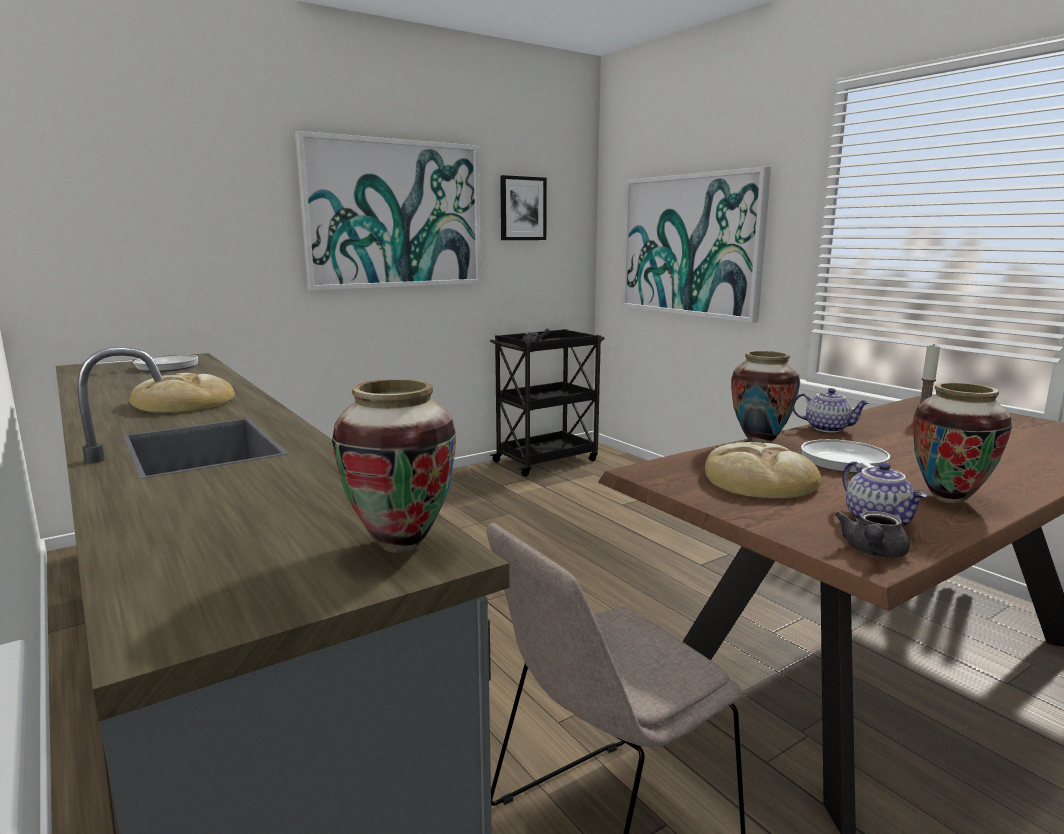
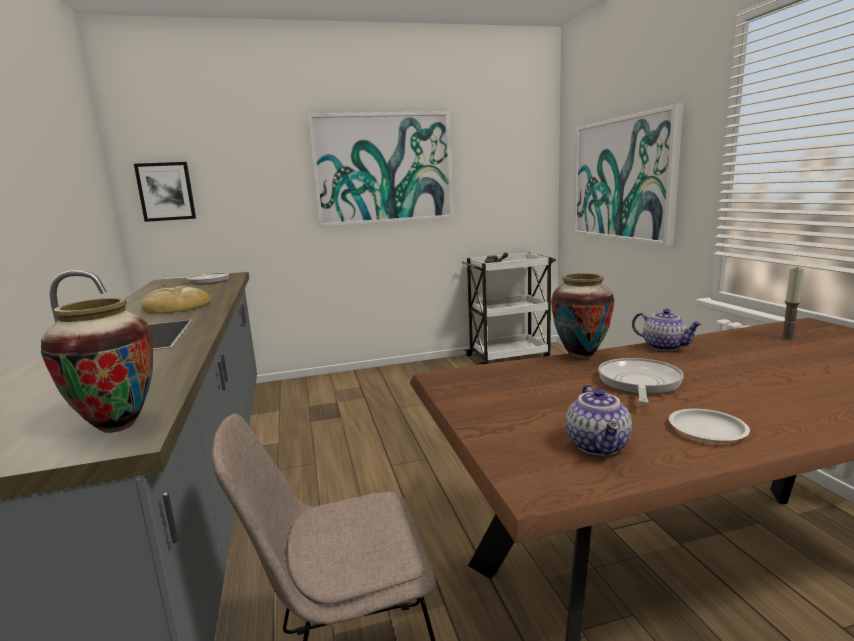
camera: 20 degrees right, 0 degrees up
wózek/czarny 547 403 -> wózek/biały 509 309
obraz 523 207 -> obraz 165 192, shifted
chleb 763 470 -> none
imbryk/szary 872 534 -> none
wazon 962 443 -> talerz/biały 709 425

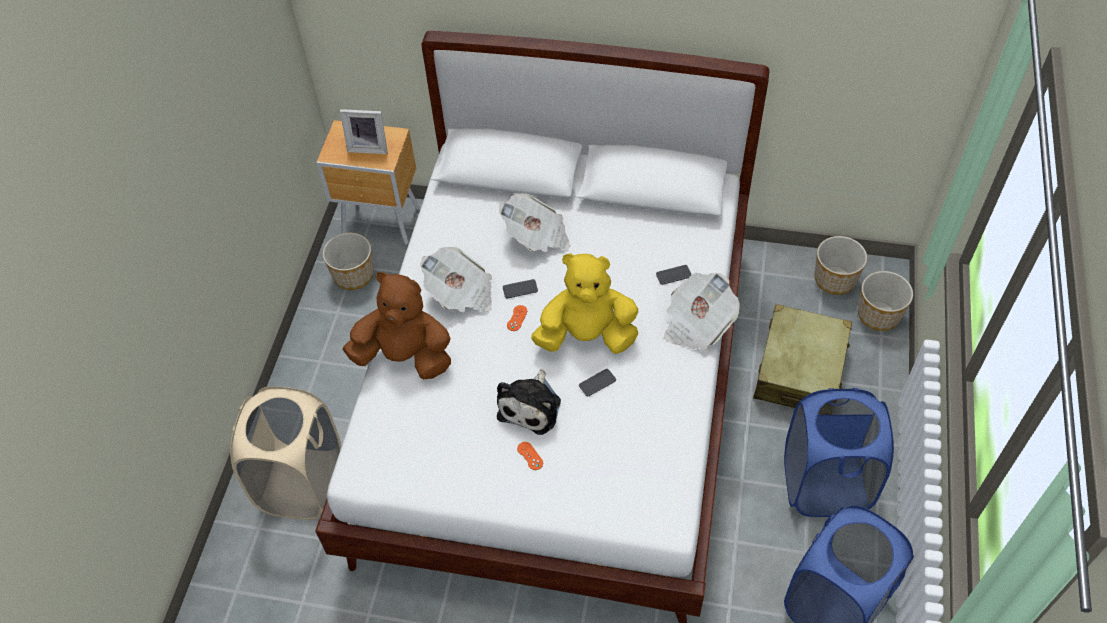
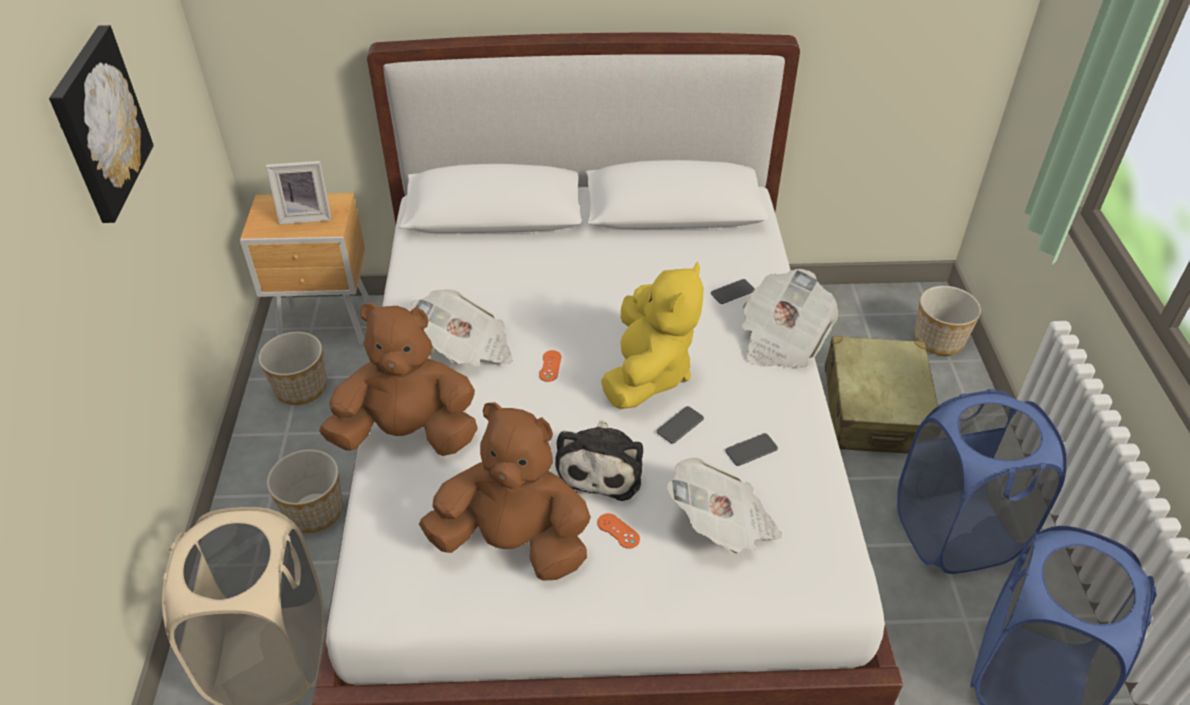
camera: 15 degrees left, 10 degrees down
gazeta 534 222 -> gazeta 724 505, shifted
telefon 520 288 -> telefon 751 449, shifted
pluszak/żółty 584 303 -> pluszak/żółty 652 335, 120 degrees clockwise
donica 840 265 -> donica 305 491, shifted
none -> obraz 101 124
none -> pluszak/brązowy 505 491

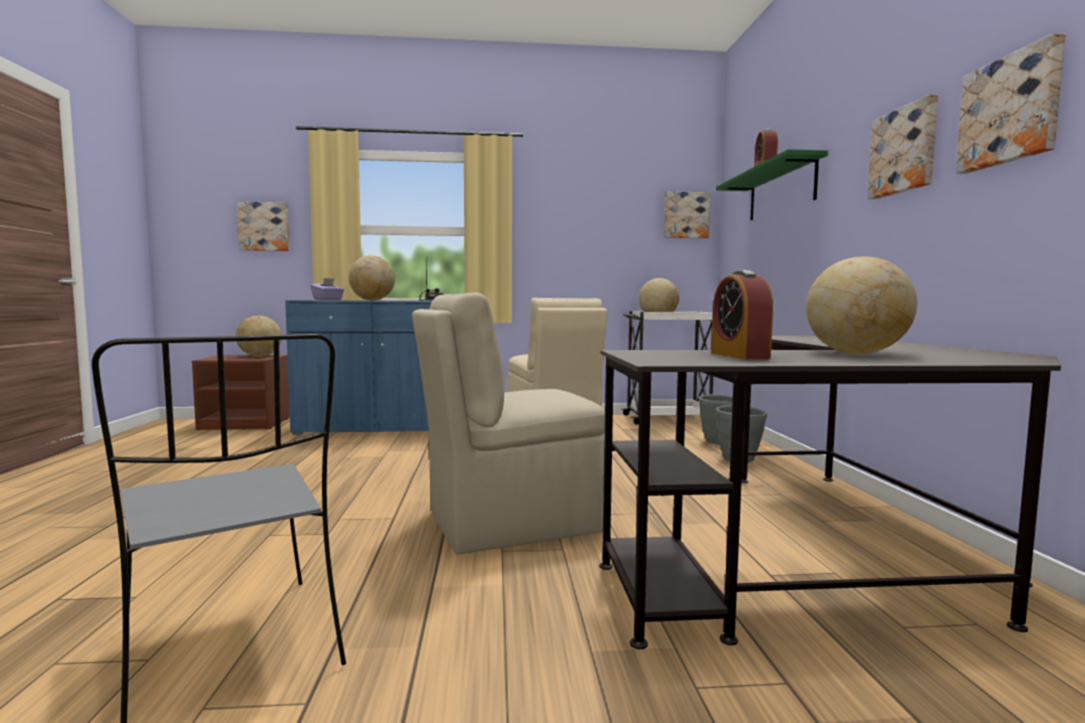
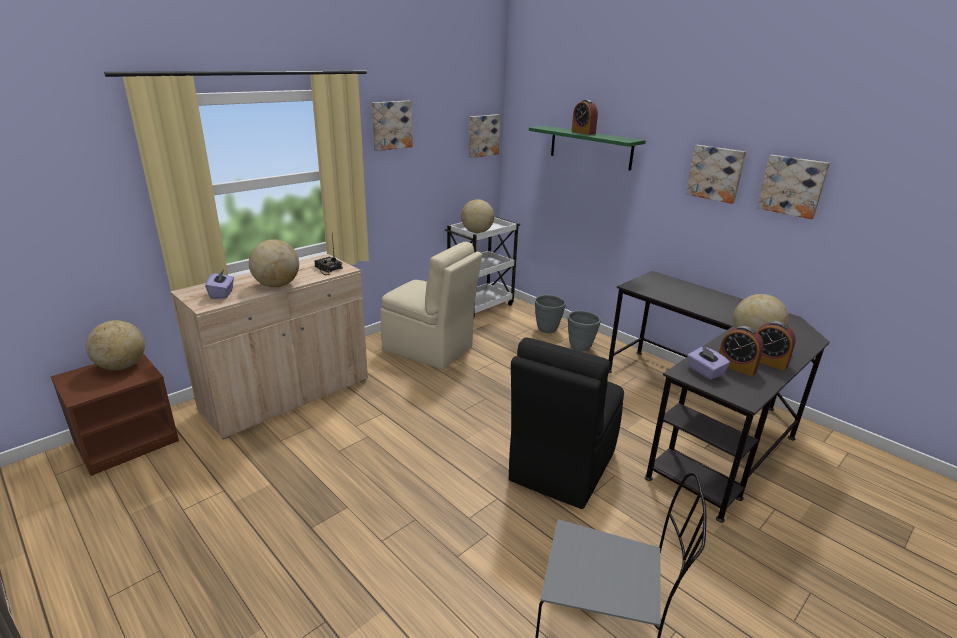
camera: 40 degrees left, 20 degrees up
obraz 263 226 -> obraz 392 126, shifted
szafka/niebieski 358 367 -> szafka/beżowy 269 346
krzesło/beżowy 508 423 -> krzesło/czarny 566 423
none -> pudełko chusteczek/fioletowy 709 363
none -> budzik 776 346

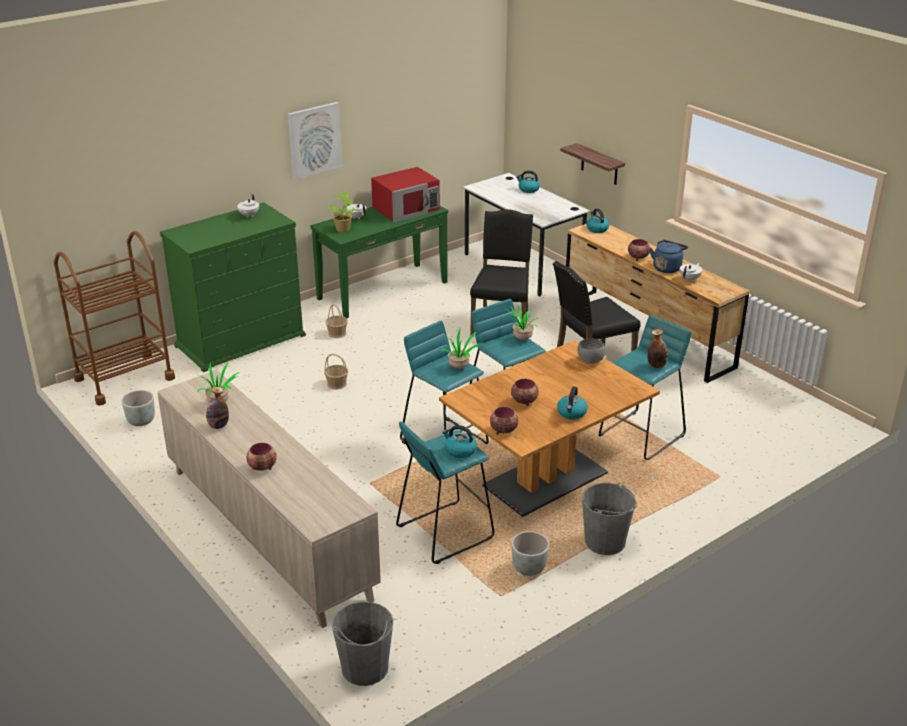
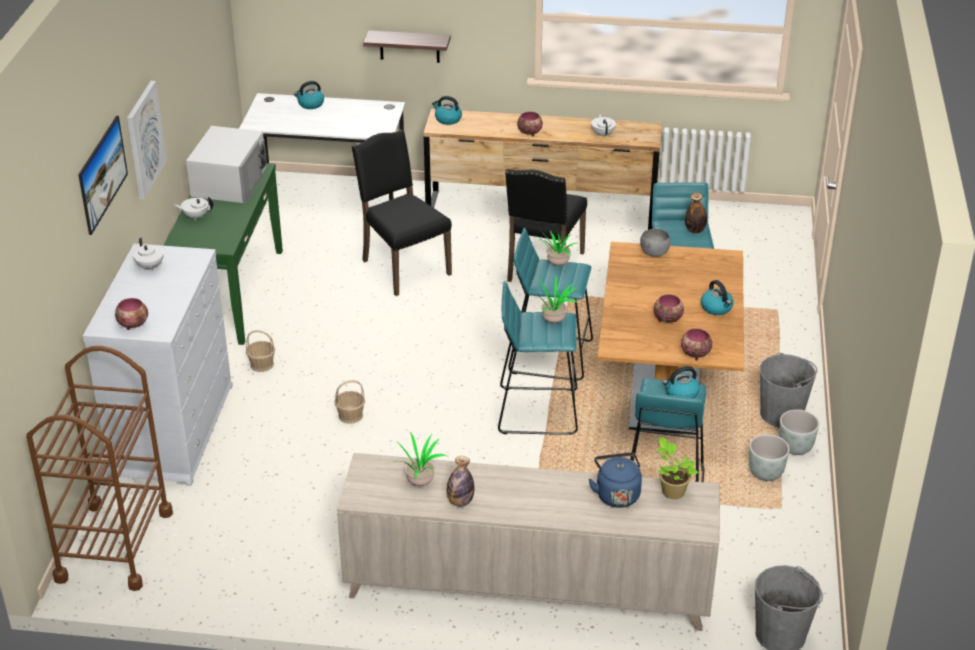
camera: 45 degrees left, 5 degrees up
donica/szary 138 408 -> donica/szary 799 432, shifted
komoda/zielony 233 287 -> komoda/biały 158 365
miska 262 457 -> miska 131 314, shifted
roślina doniczkowa 341 212 -> roślina doniczkowa 677 468, shifted
mikrofalówka/czerwony 405 194 -> mikrofalówka/biały 226 164
czajnik/niebieski 669 256 -> czajnik/niebieski 615 480, shifted
none -> obraz 103 175

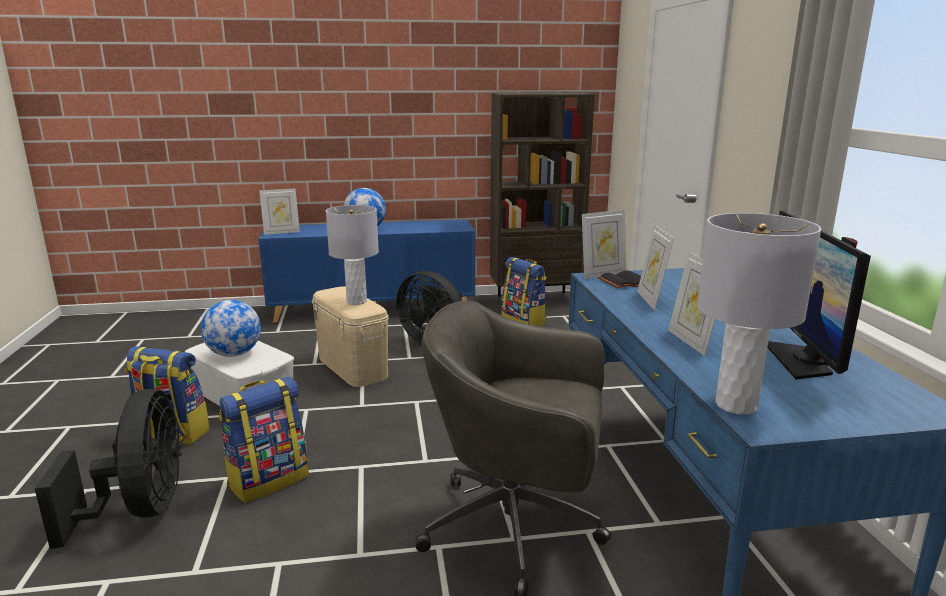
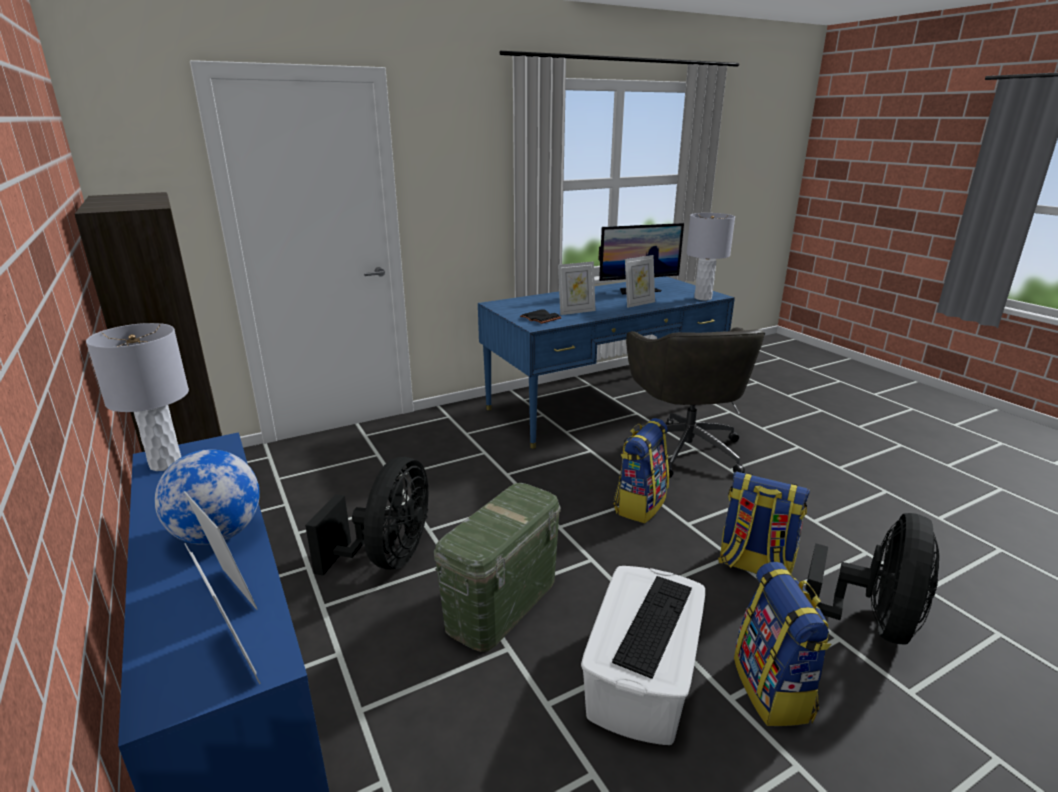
camera: 110 degrees left, 5 degrees up
wentylator/czarny 108 469 -> wentylator/czarny 872 579, 150 degrees clockwise
globus 231 328 -> klawiatura 652 627
pojemnik do przechowywania/beżowy 350 336 -> pojemnik do przechowywania/zielony 497 567
lampa stołowa/szary 352 255 -> lampa stołowa/szary 137 397, shifted
plecak 524 292 -> plecak 641 470, shifted
ramka na zdjęcie 604 244 -> ramka na zdjęcie 221 550, shifted

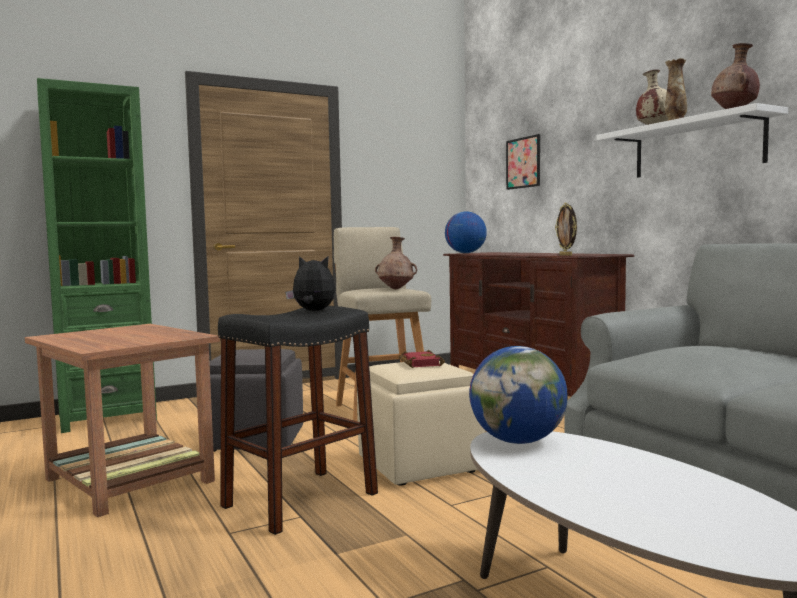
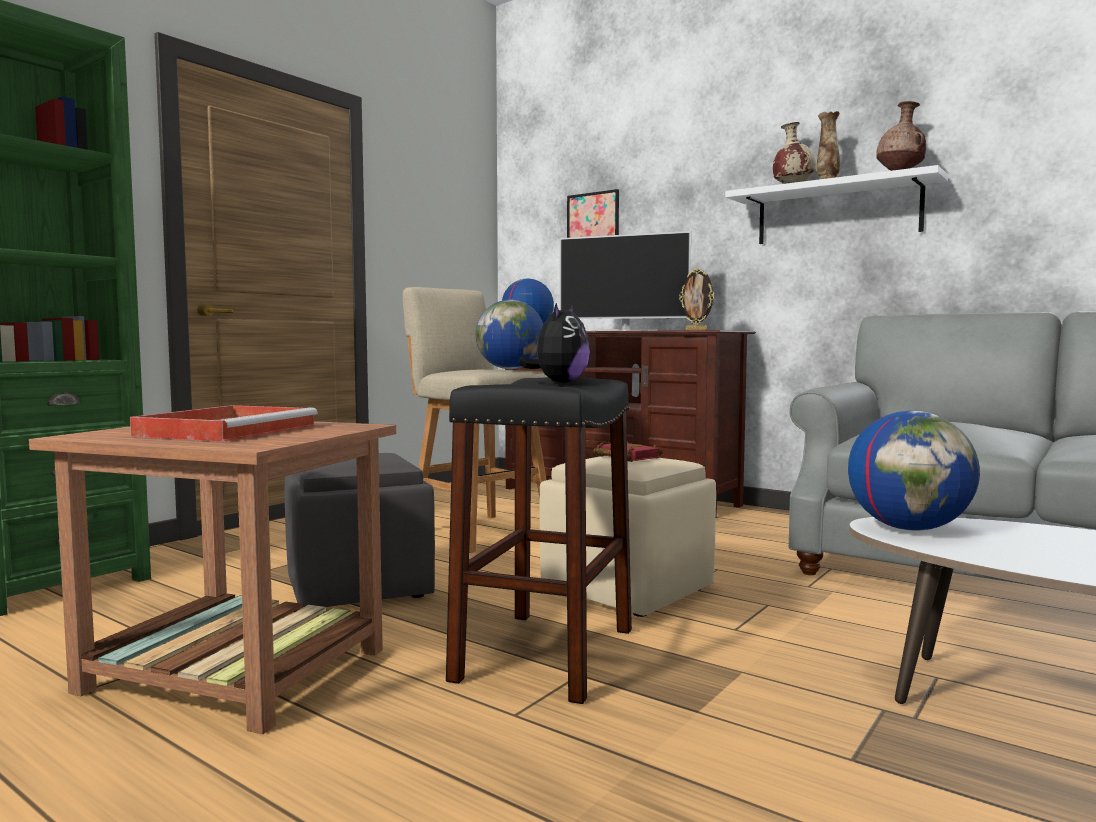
camera: 25 degrees left, 0 degrees up
pluszak 310 283 -> pluszak 554 343, 120 degrees clockwise
wazon/brązowy 396 263 -> globus 509 334
none -> taca/czerwony 223 423
none -> telewizor 625 281

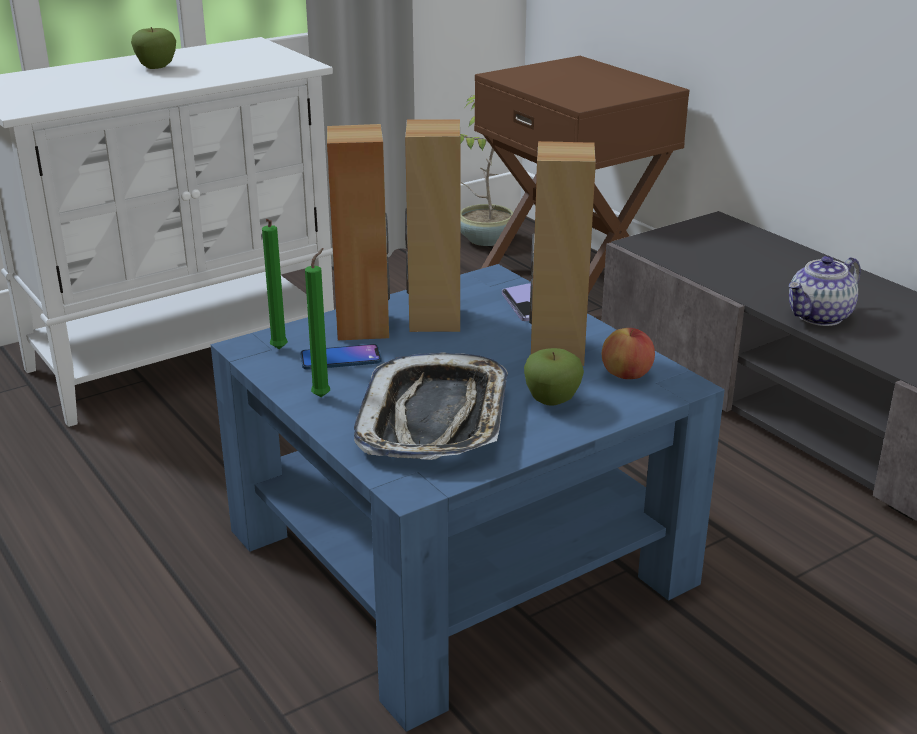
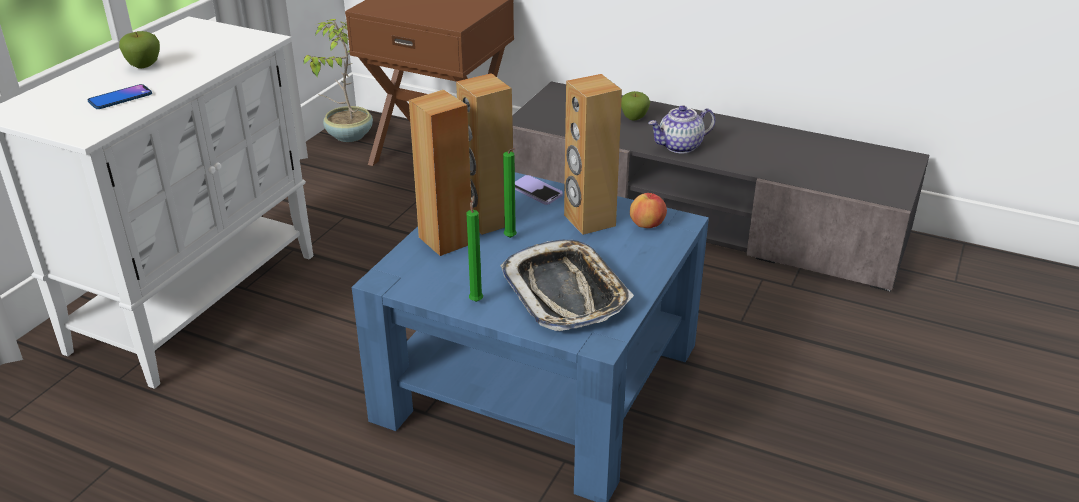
camera: 30 degrees left, 5 degrees up
świeca/zielony 275 284 -> świeca/zielony 510 193, shifted
telefon 340 357 -> telefon 119 96, shifted
jabłko 554 377 -> jabłko 635 105, shifted
imbryk 824 291 -> imbryk 682 129, 45 degrees clockwise

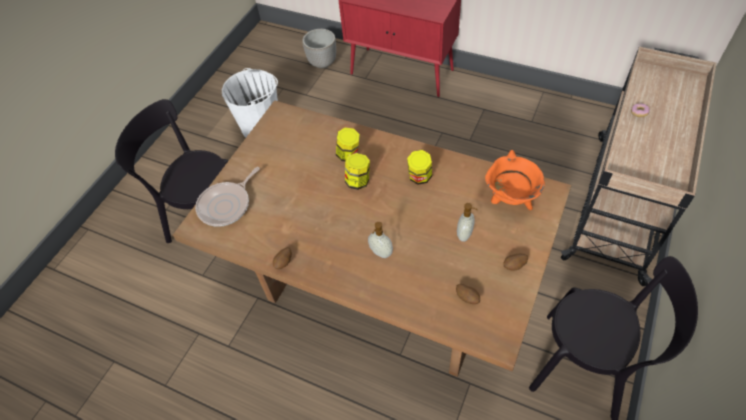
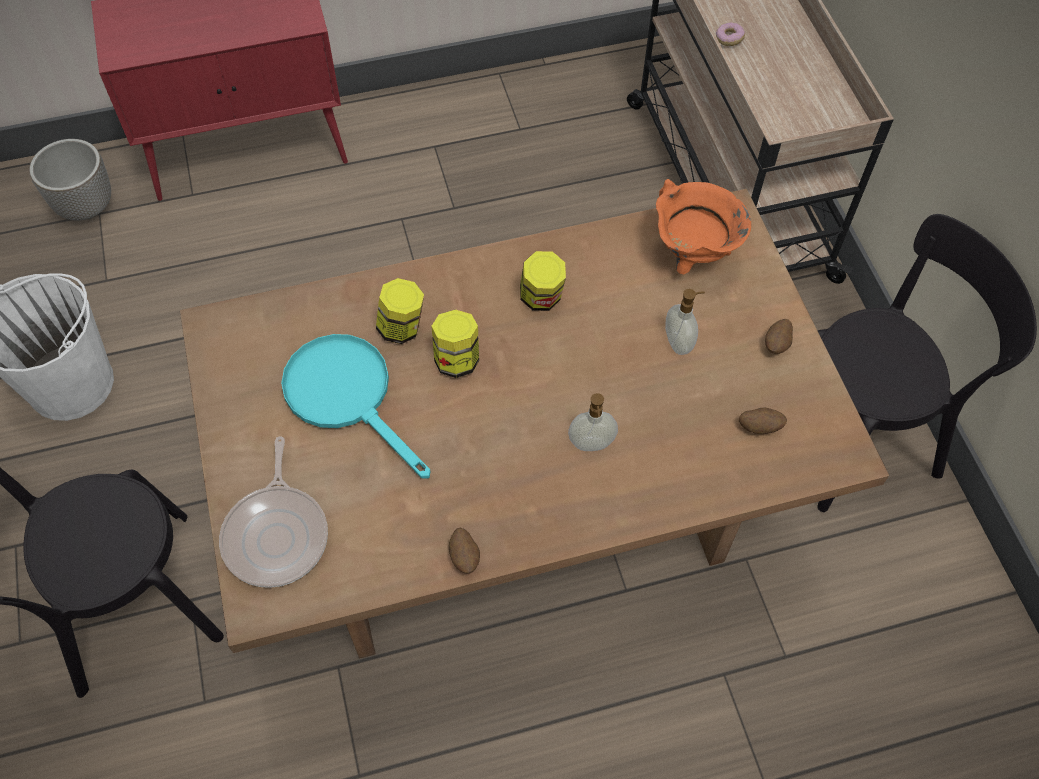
camera: 45 degrees left, 5 degrees up
none -> patelnia/turkusowy 355 406

